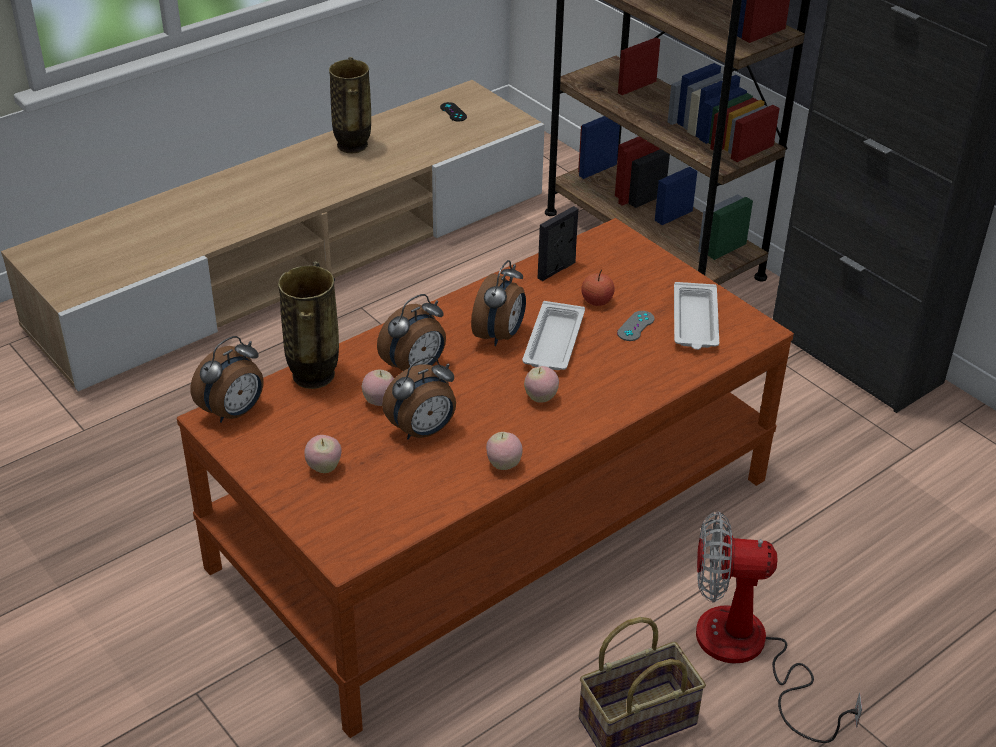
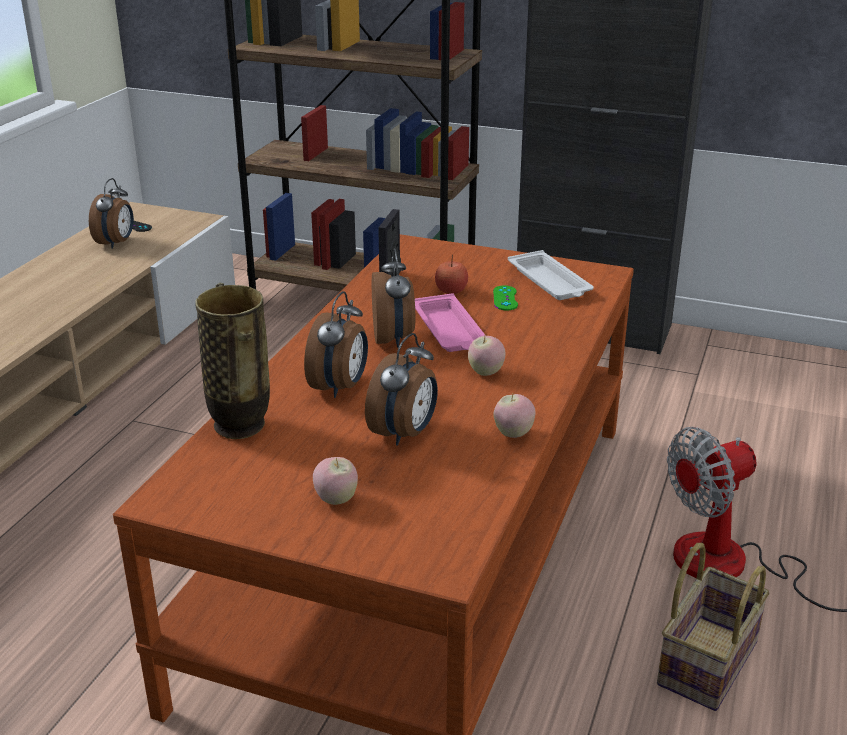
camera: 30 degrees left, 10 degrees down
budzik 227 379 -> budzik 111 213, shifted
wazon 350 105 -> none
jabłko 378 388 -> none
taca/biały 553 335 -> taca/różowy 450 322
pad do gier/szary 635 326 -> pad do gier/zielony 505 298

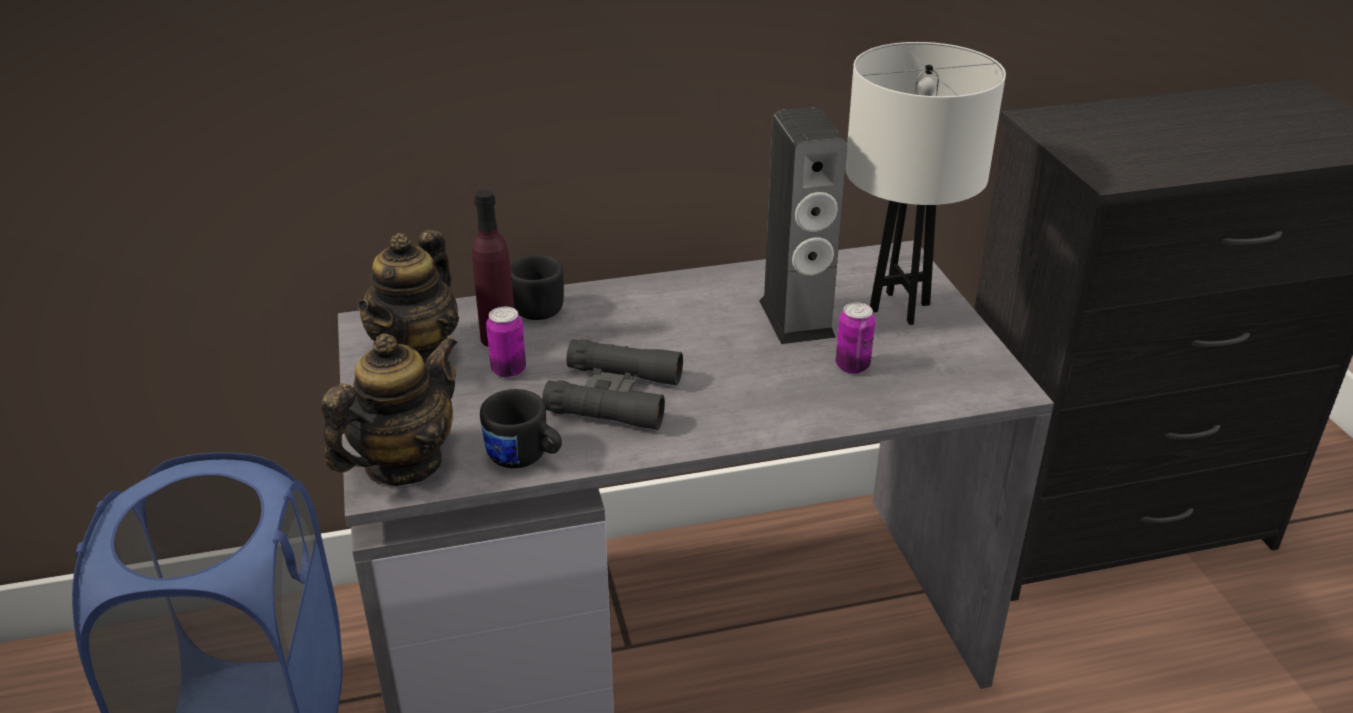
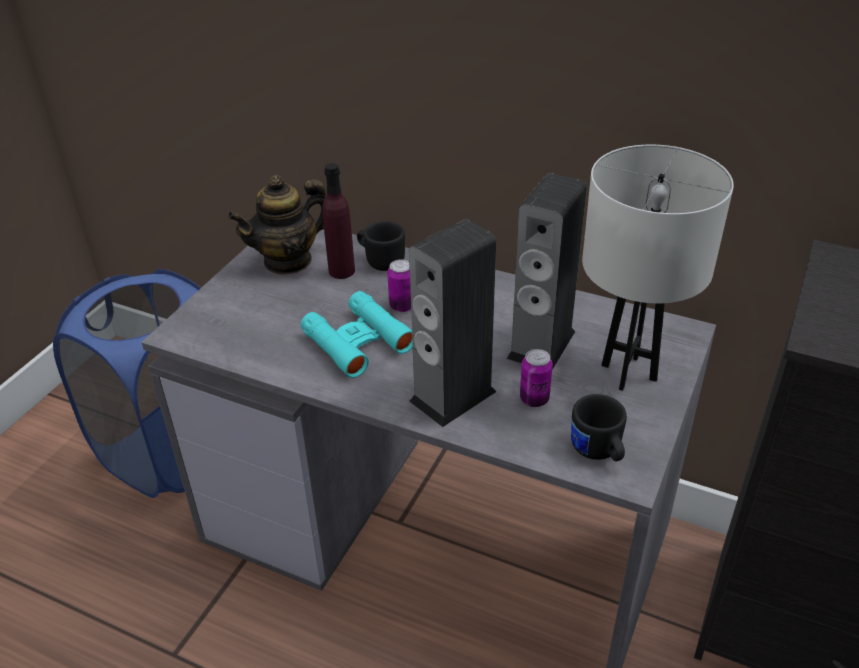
camera: 40 degrees right, 5 degrees up
imbryk 389 409 -> none
kubek/czarny 521 428 -> kubek/czarny 599 428, shifted
puszka 506 342 -> puszka 399 285, shifted
lornetka/czarny 612 384 -> lornetka/turkusowy 357 334
none -> głośnik 452 323

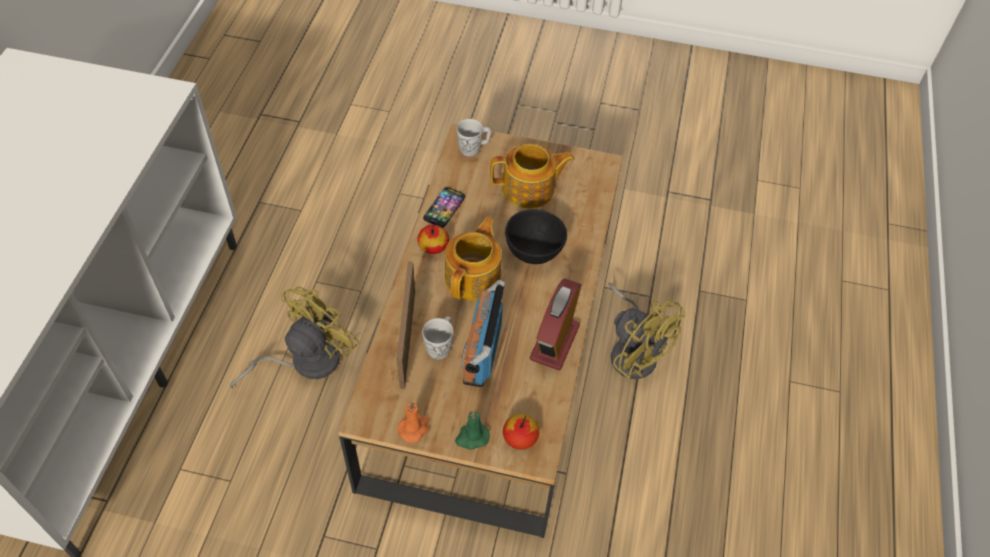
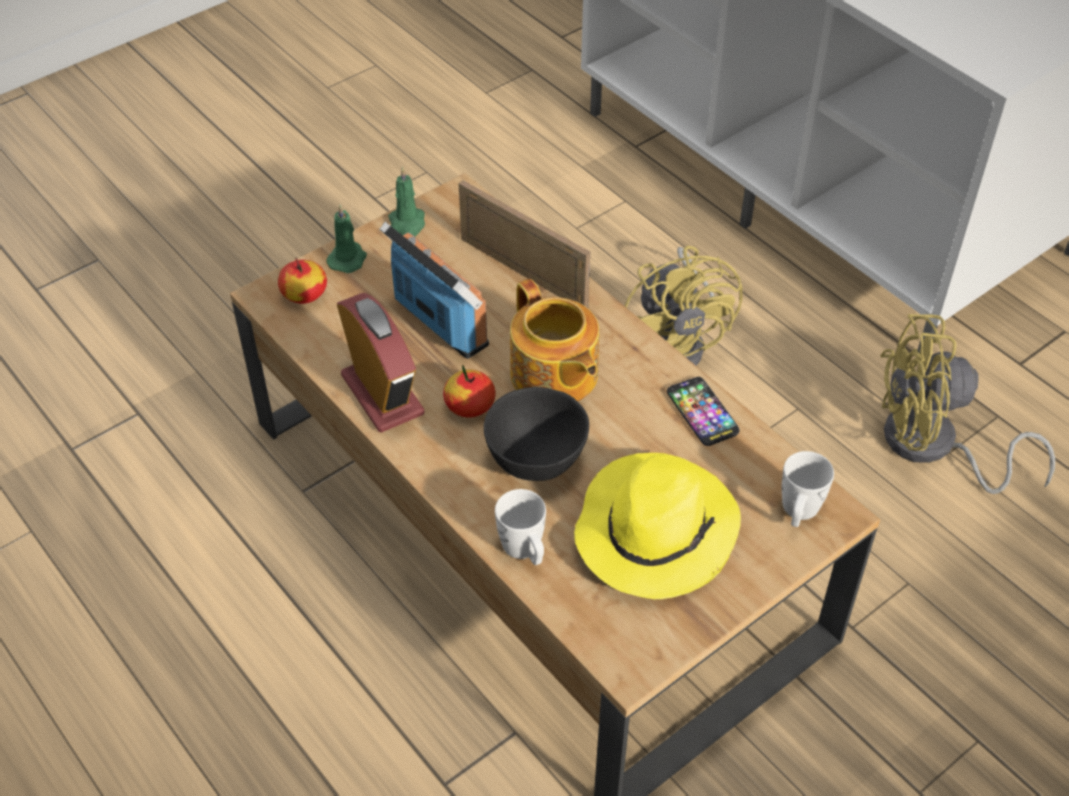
camera: 130 degrees right, 5 degrees down
świeca/pomarańczowy 413 422 -> świeca/zielony 406 201
jabłko 433 239 -> jabłko 469 391, shifted
kubek/biały 437 337 -> kubek/biały 520 527, shifted
imbryk 532 176 -> kapelusz/żółty 657 526
wentylator/żółty 647 330 -> wentylator/żółty 967 404, shifted

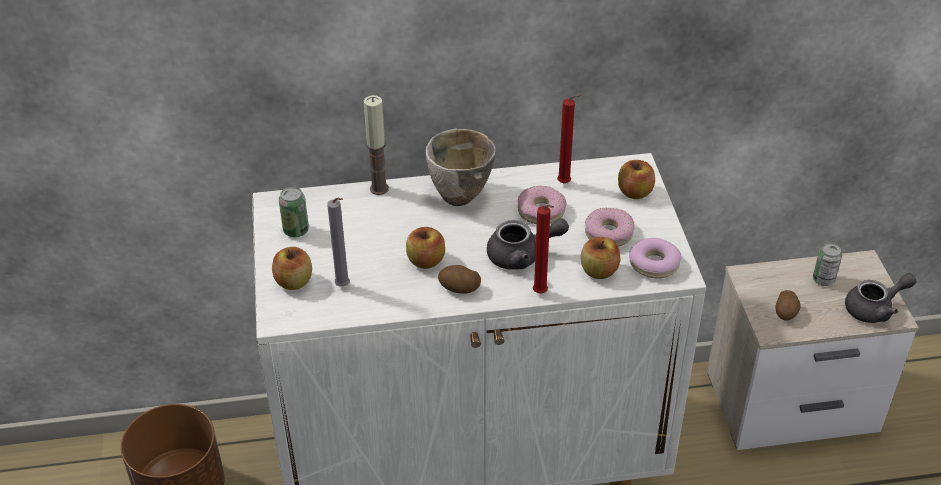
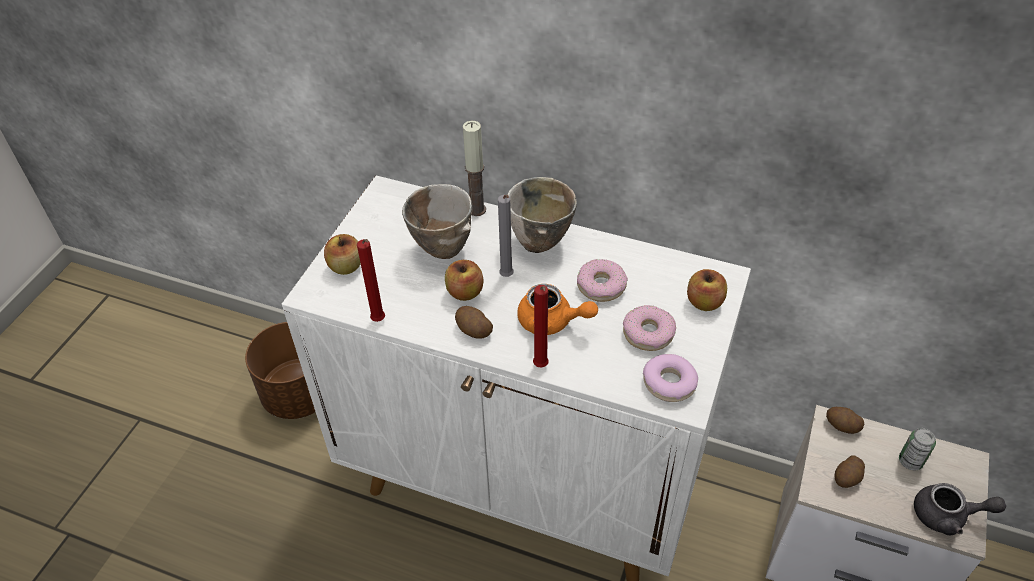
camera: 30 degrees right, 5 degrees up
puszka 294 212 -> none
świeca/szary 338 242 -> świeca/szary 506 236, shifted
imbryk/szary 528 244 -> imbryk/pomarańczowy 557 309
świeca/czerwony 569 139 -> świeca/czerwony 371 280, shifted
jabłko 600 258 -> none
none -> miska 437 221
none -> ziemniak 845 420

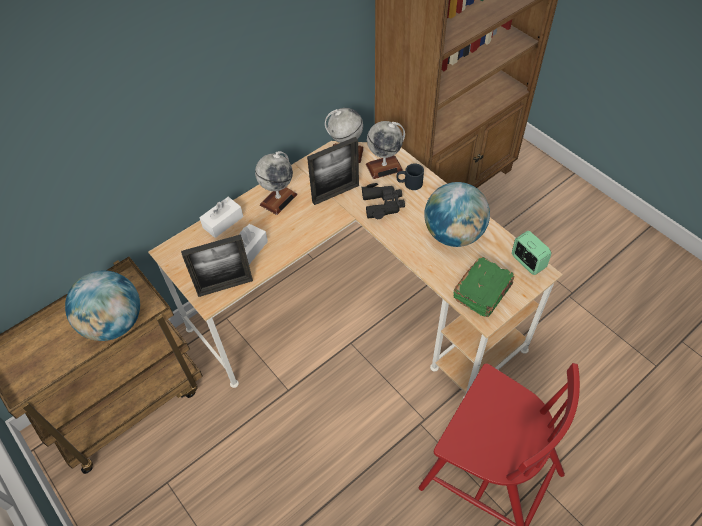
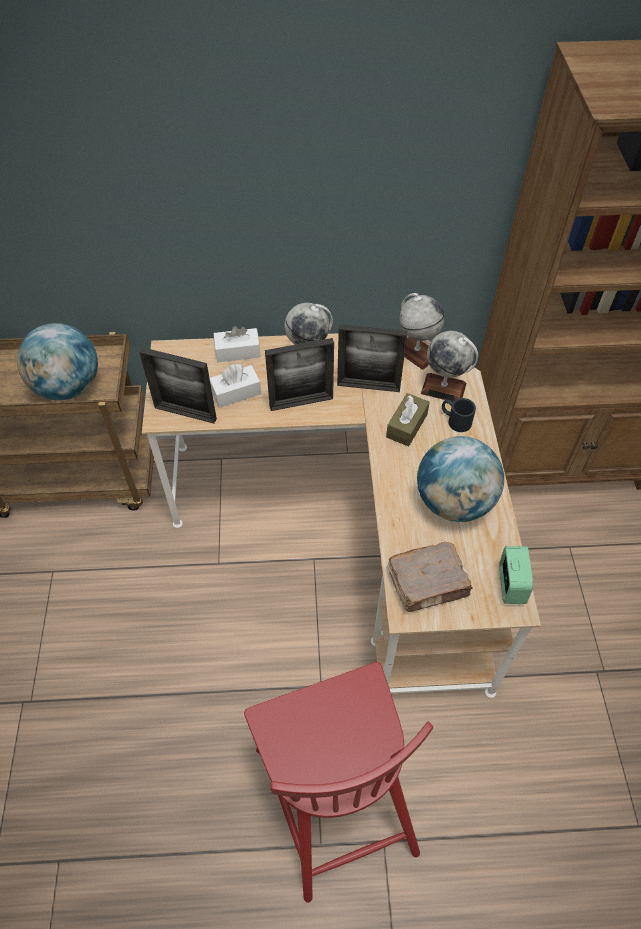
camera: 35 degrees right, 0 degrees up
lornetka/czarny 383 201 -> pudełko chusteczek/brązowy 408 420
książka/zielony 483 287 -> książka/brązowy 430 577
none -> ramka na zdjęcie 299 374

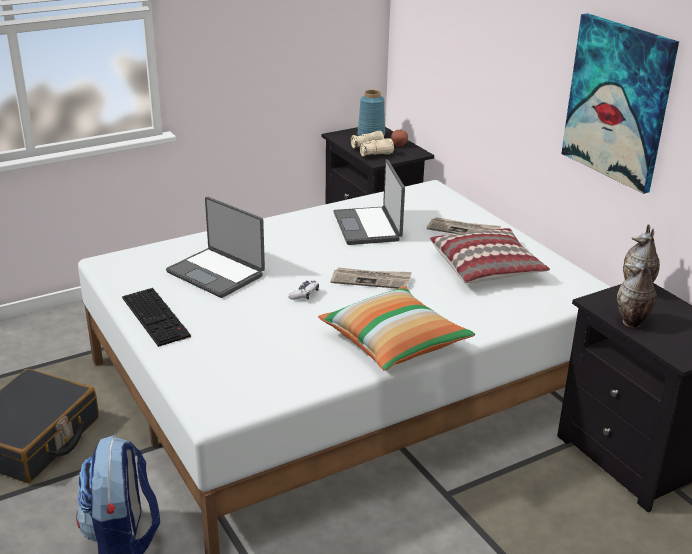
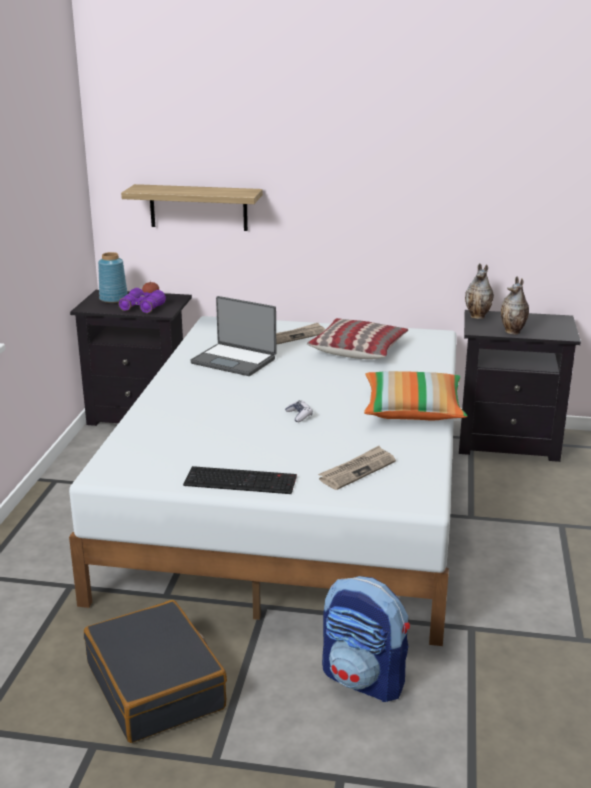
camera: 50 degrees left, 5 degrees down
laptop 215 247 -> none
gazeta 371 278 -> gazeta 357 468, shifted
lornetka/beżowy 372 144 -> lornetka/fioletowy 142 300
obraz 620 103 -> none
none -> półka 192 207

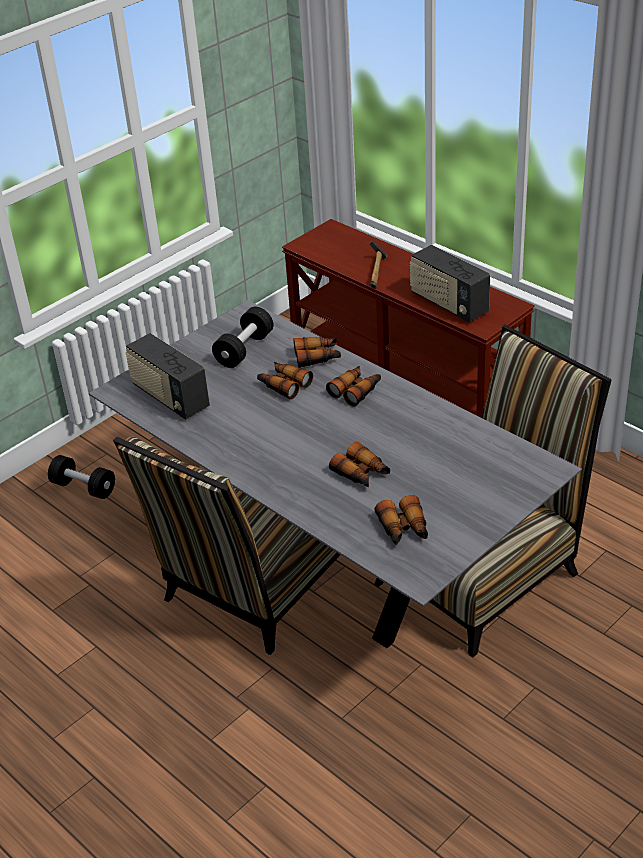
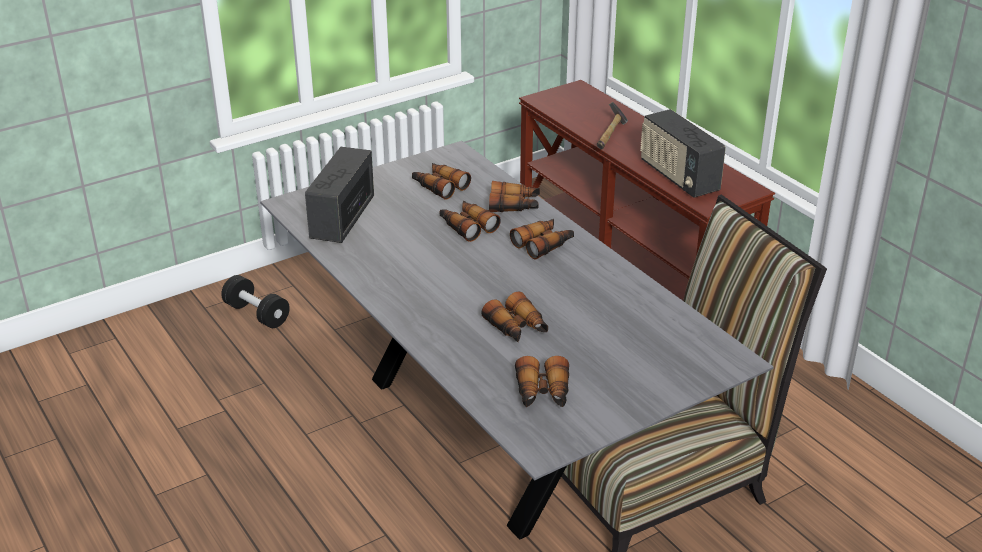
camera: 10 degrees right, 5 degrees down
krzesło 226 545 -> none
radio 168 376 -> radio 339 195, 45 degrees clockwise
hantel/czarny 242 337 -> lornetka 441 181

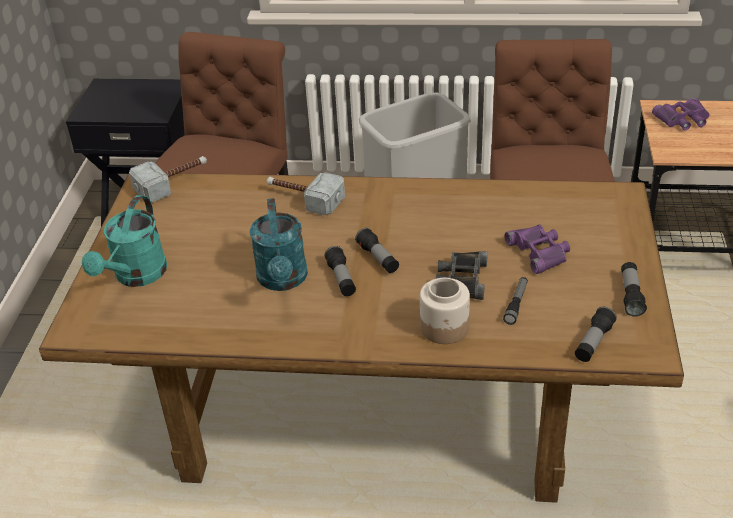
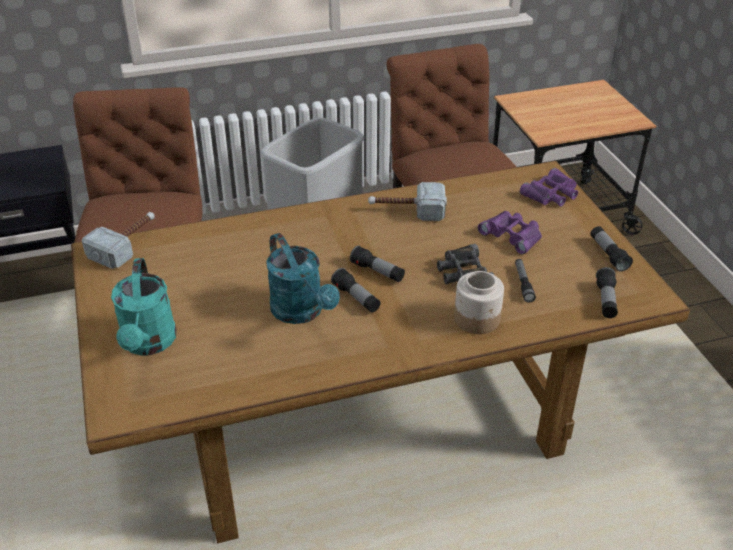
camera: 25 degrees left, 0 degrees up
młotek 306 194 -> młotek 407 201, shifted
lornetka/fioletowy 681 114 -> lornetka/fioletowy 549 187, shifted

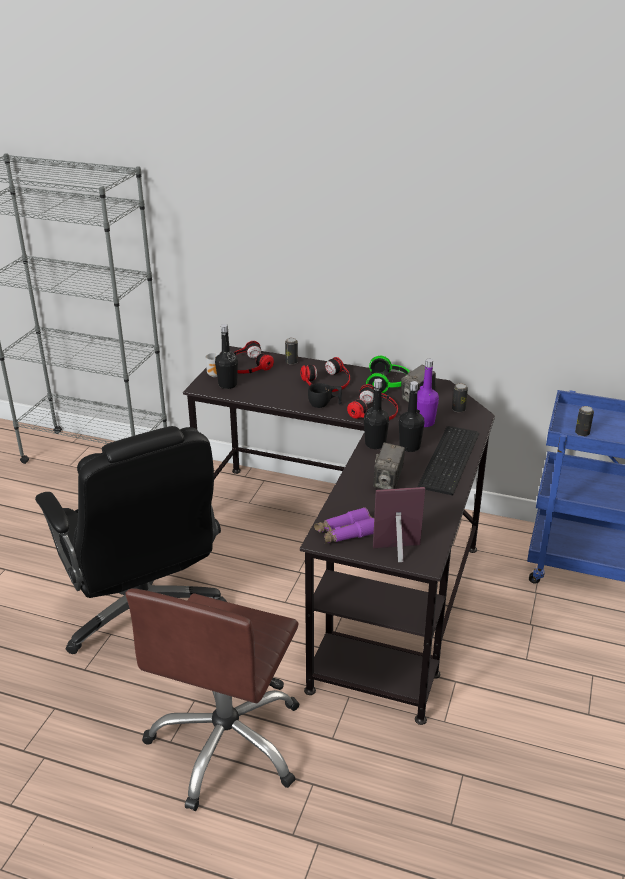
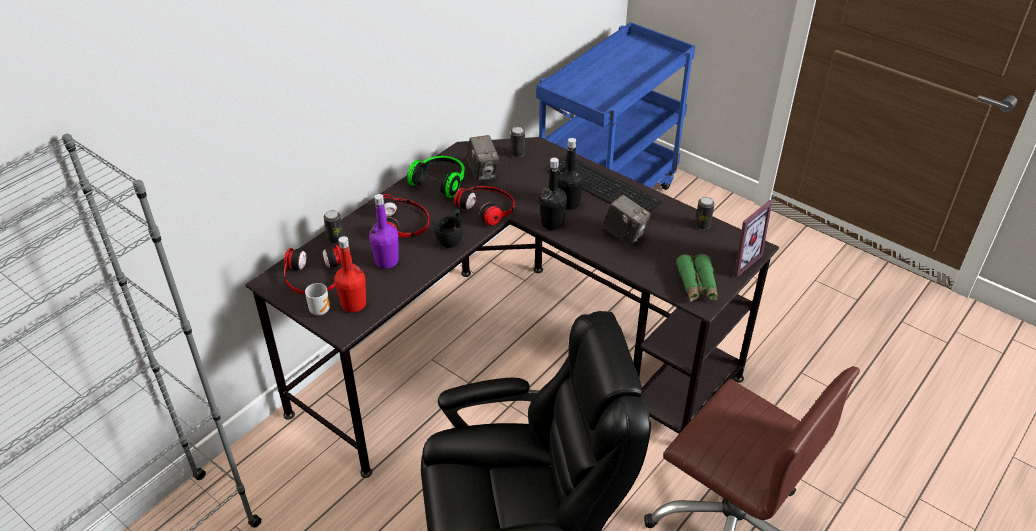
camera: 70 degrees left, 10 degrees up
butelka/czarny 226 356 -> butelka/czerwony 350 274
lornetka/fioletowy 344 525 -> lornetka/zielony 697 278
ramka na zdjęcie 399 524 -> ramka na zdjęcie 753 238, 150 degrees counterclockwise
butelka/fioletowy 428 393 -> butelka/fioletowy 384 231, shifted
puszka 584 421 -> puszka 705 213, shifted

